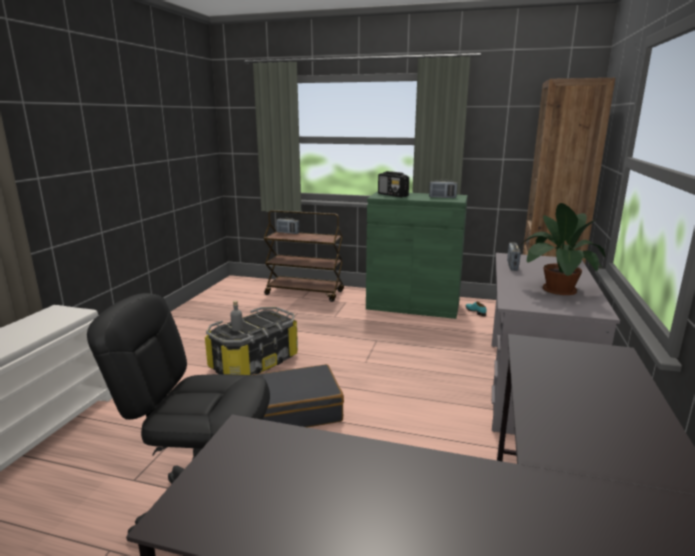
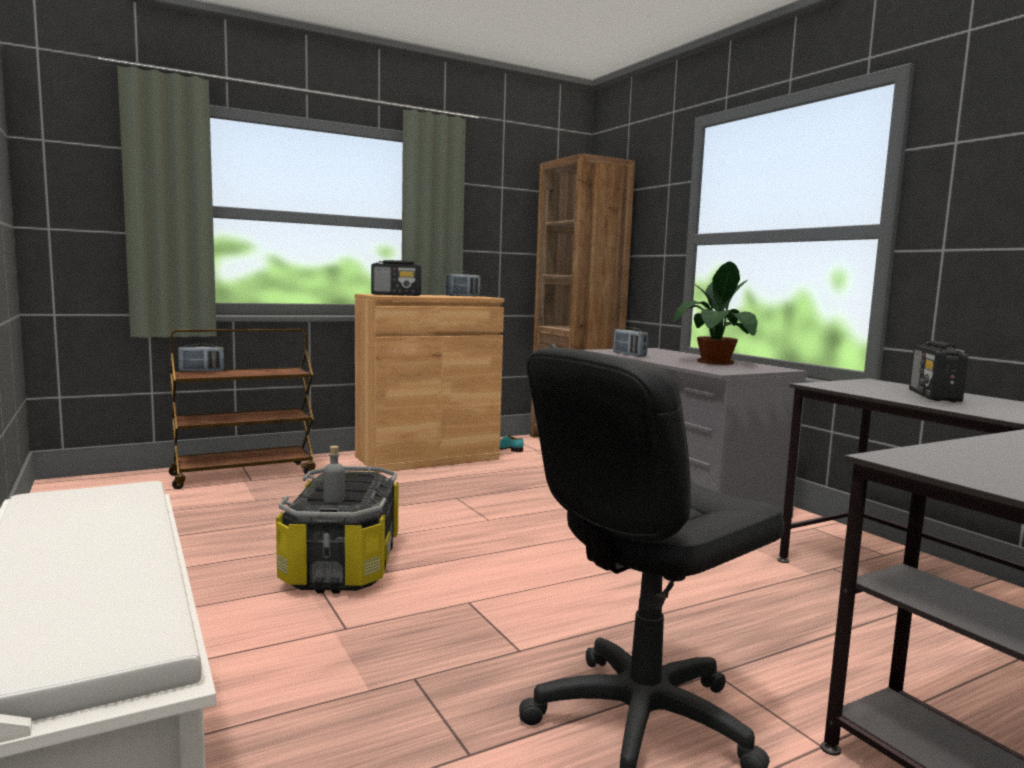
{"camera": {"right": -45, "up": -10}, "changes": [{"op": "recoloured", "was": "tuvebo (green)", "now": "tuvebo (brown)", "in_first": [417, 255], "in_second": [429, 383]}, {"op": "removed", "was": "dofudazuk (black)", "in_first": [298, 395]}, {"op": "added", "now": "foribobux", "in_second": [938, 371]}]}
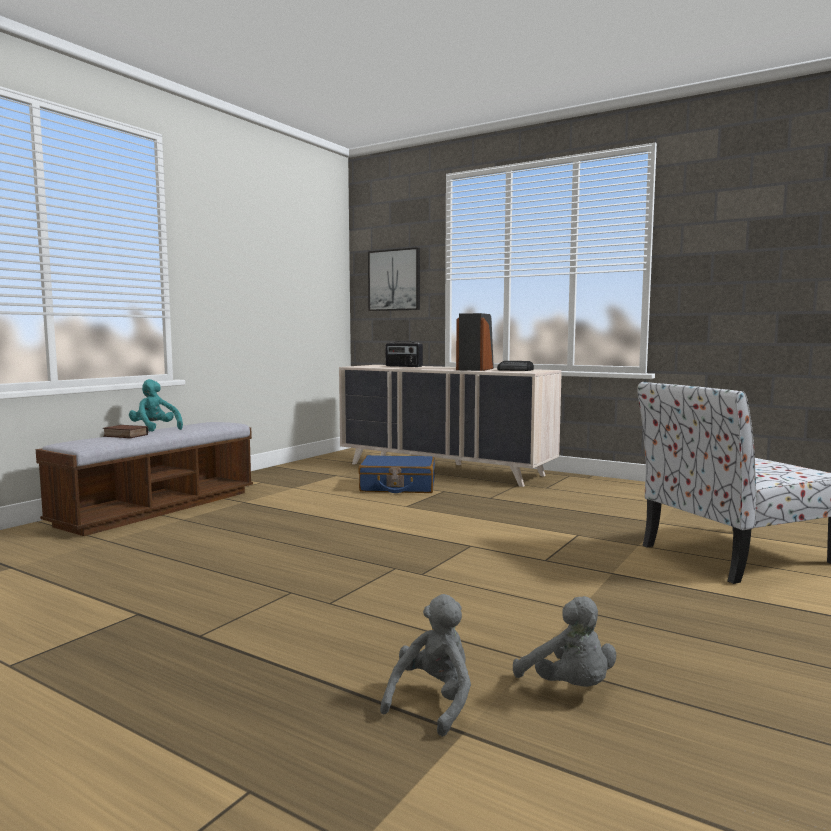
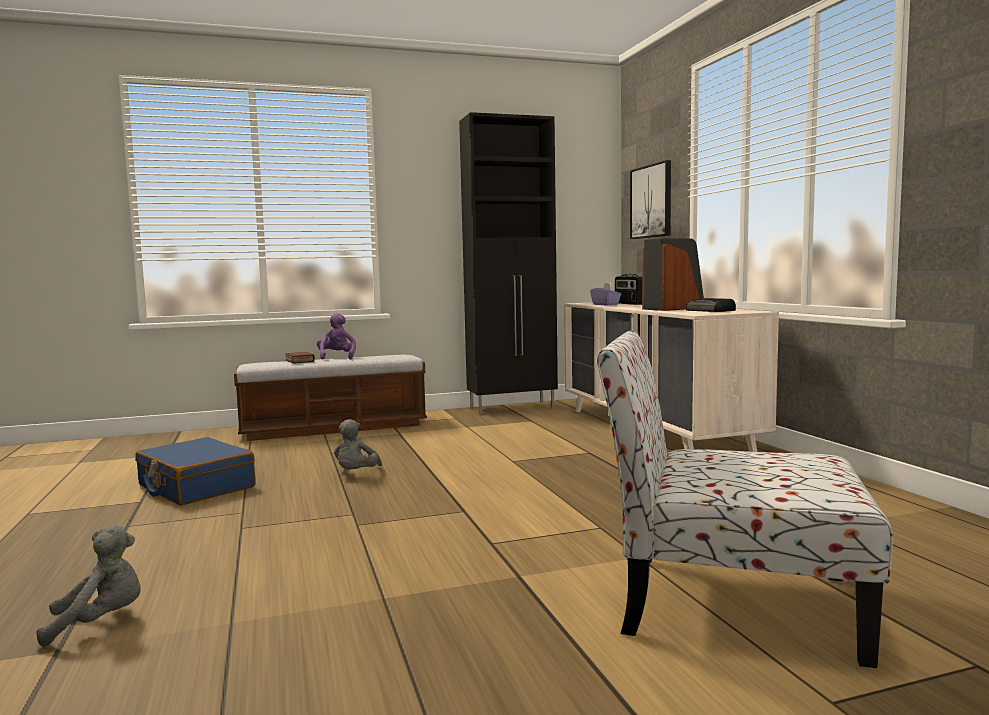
{"camera": {"right": 40, "up": 0}, "changes": [{"op": "recoloured", "was": "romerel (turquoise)", "now": "romerel (purple)", "in_first": [156, 405], "in_second": [336, 336]}, {"op": "moved", "was": "dofudazuk (blue)", "in_first": [396, 474], "in_second": [195, 471]}, {"op": "moved", "was": "romerel (grey)", "in_first": [564, 641], "in_second": [358, 444]}, {"op": "added", "now": "tuvebo (black)", "in_second": [508, 263]}, {"op": "added", "now": "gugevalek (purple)", "in_second": [605, 293]}]}
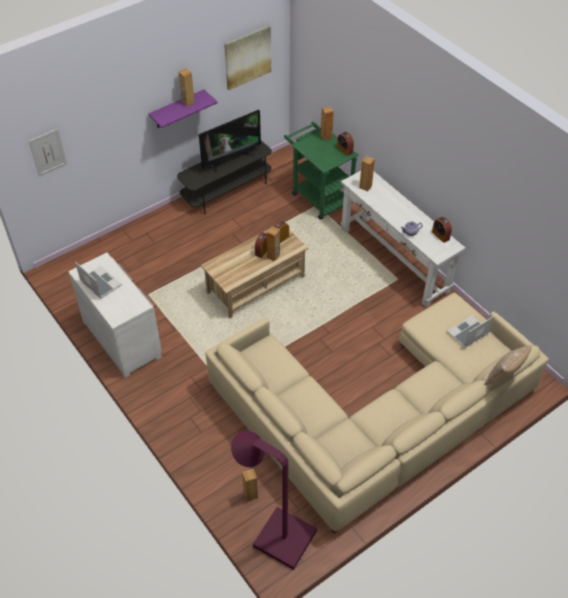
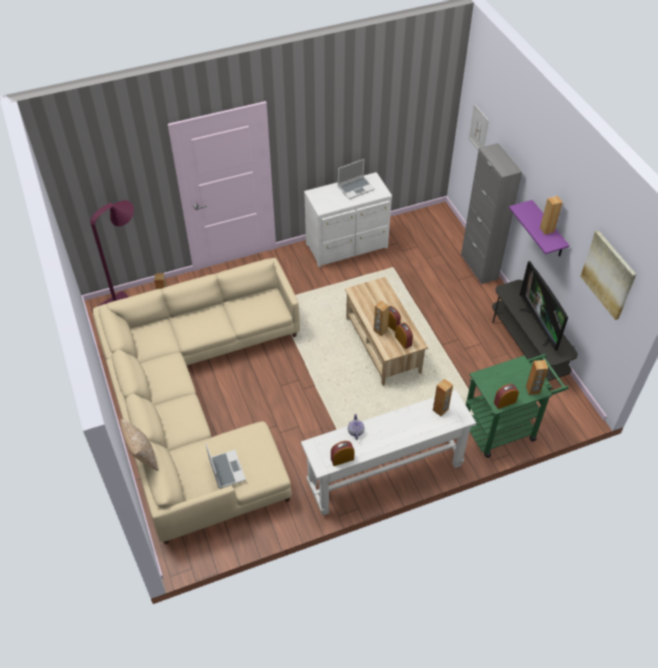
{"camera": {"right": 105, "up": 0}, "changes": [{"op": "added", "now": "tuvebo (grey)", "in_second": [491, 213]}]}
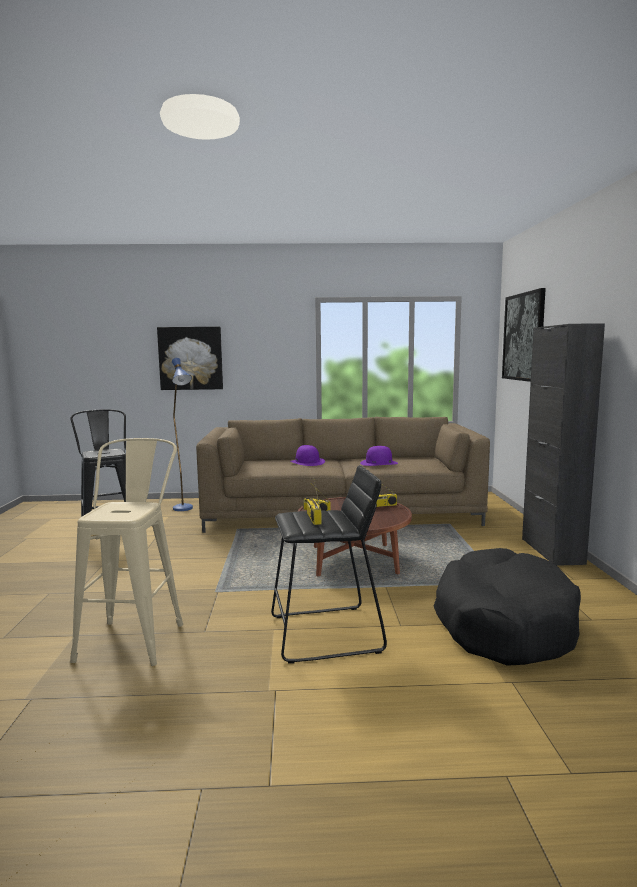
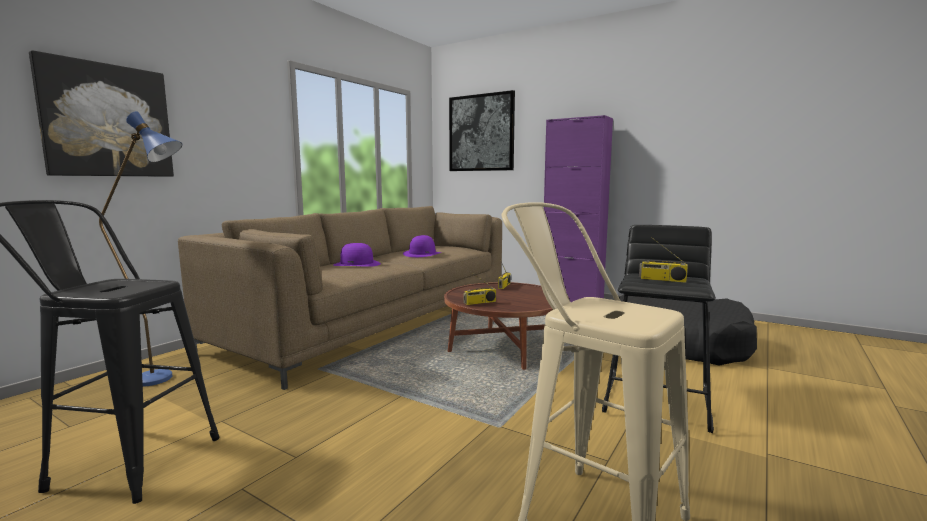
{"camera": {"right": -55, "up": 0}, "changes": [{"op": "recoloured", "was": "tuvebo (black)", "now": "tuvebo (purple)", "in_first": [563, 444], "in_second": [578, 208]}]}
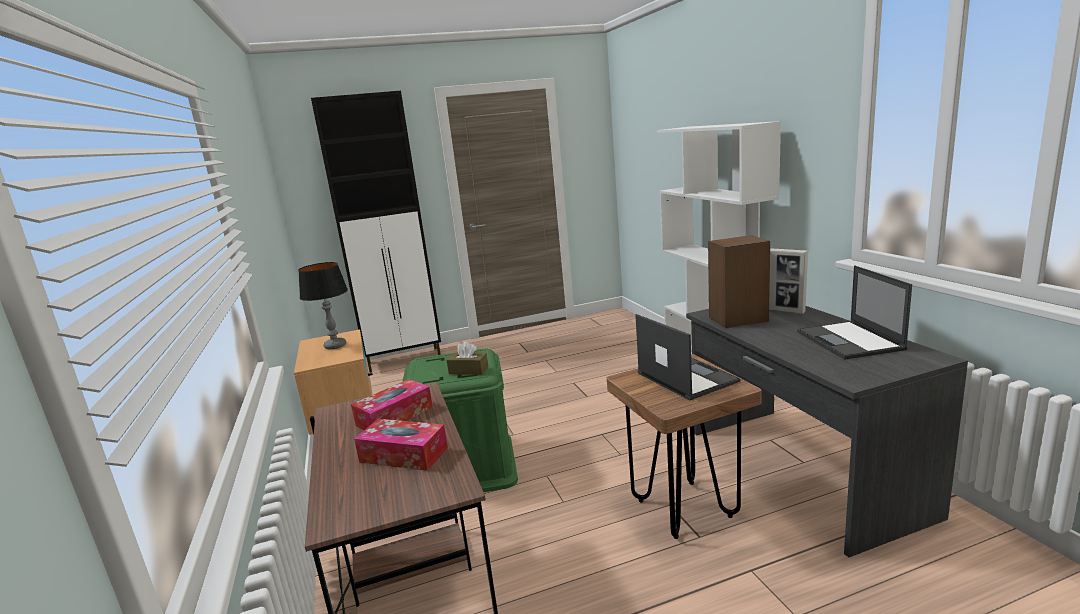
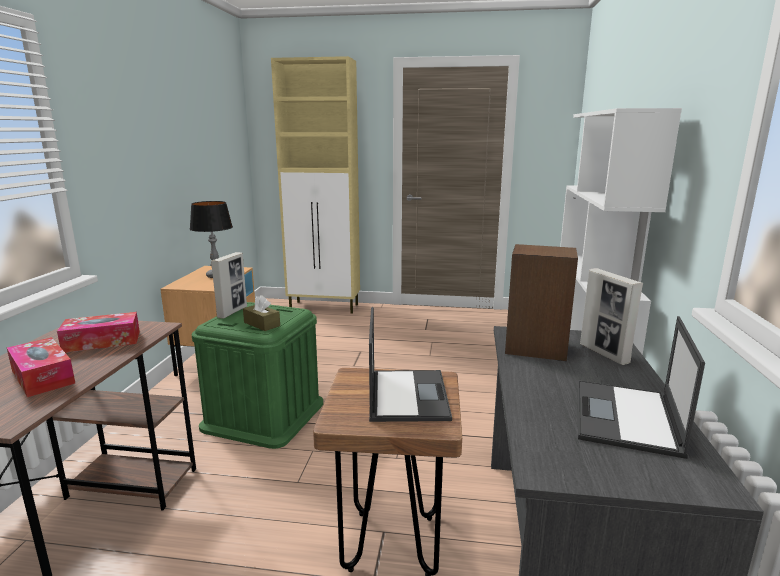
{"camera": {"right": 25, "up": 0}, "changes": [{"op": "recoloured", "was": "tuvebo (black)", "now": "tuvebo (beige)", "in_first": [376, 232], "in_second": [315, 185]}, {"op": "added", "now": "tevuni", "in_second": [229, 285]}]}
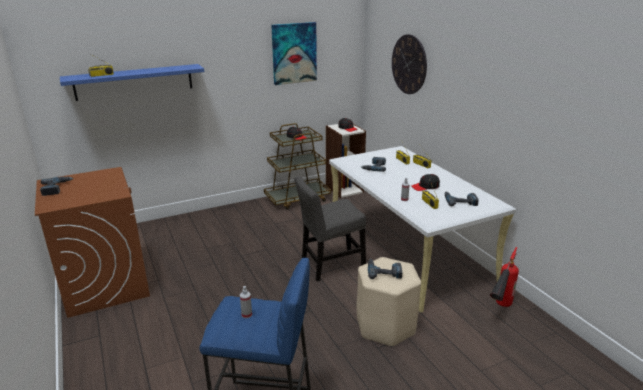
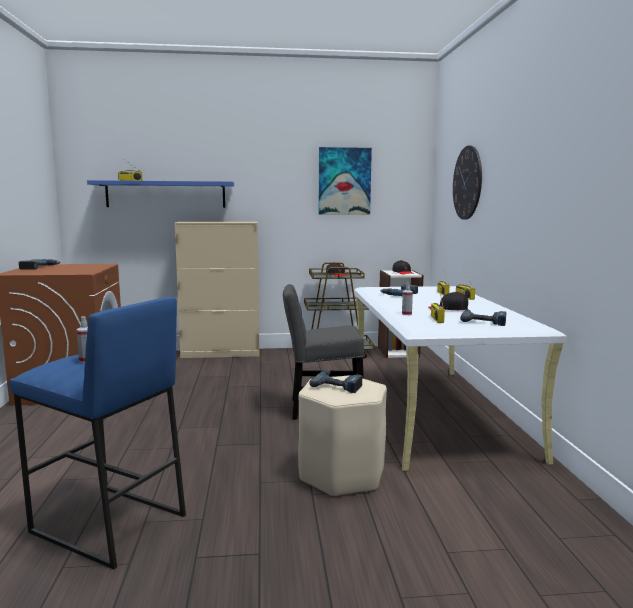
{"camera": {"right": 20, "up": -15}, "changes": [{"op": "removed", "was": "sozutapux", "in_first": [504, 277]}, {"op": "added", "now": "tuvebo (beige)", "in_second": [217, 290]}]}
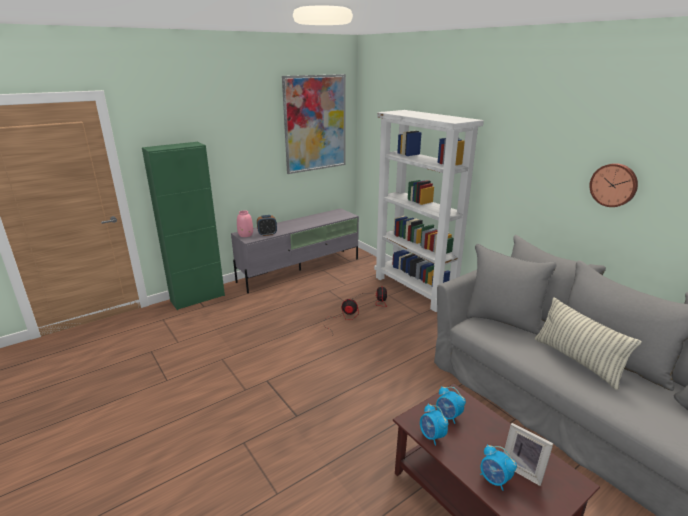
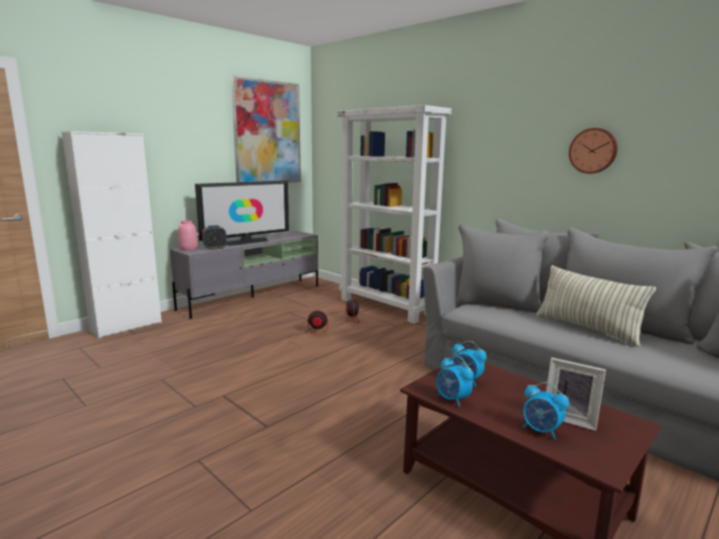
{"camera": {"right": -10, "up": -10}, "changes": [{"op": "recoloured", "was": "tuvebo (green)", "now": "tuvebo (white)", "in_first": [183, 226], "in_second": [112, 234]}, {"op": "added", "now": "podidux", "in_second": [242, 213]}]}
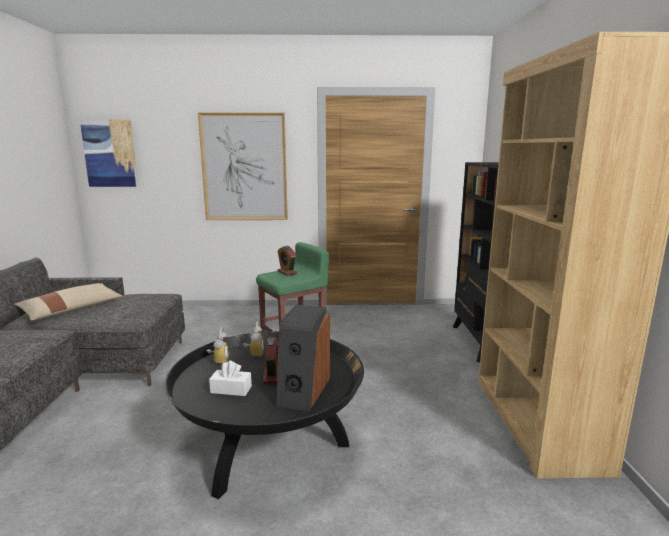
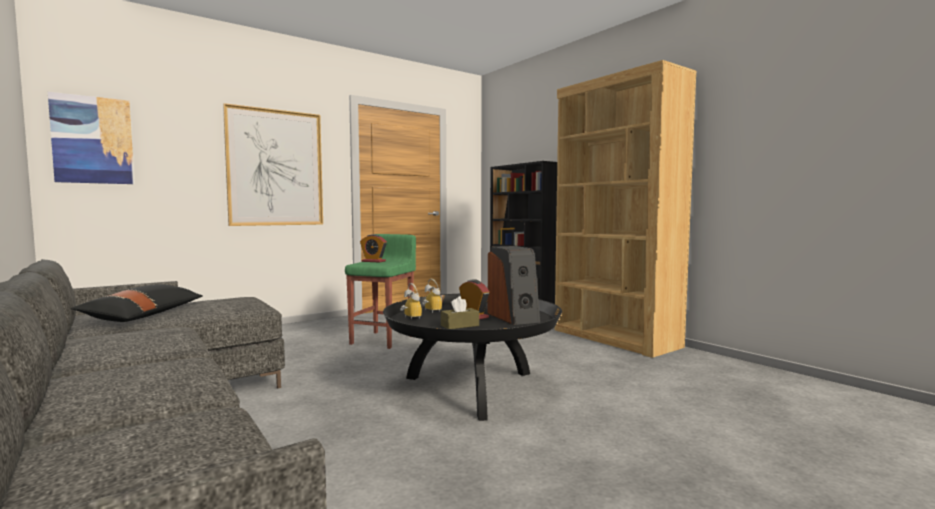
{"camera": {"right": -35, "up": -10}, "changes": [{"op": "recoloured", "was": "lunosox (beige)", "now": "lunosox (black)", "in_first": [68, 301], "in_second": [136, 303]}, {"op": "recoloured", "was": "gugevalek (white)", "now": "gugevalek (brown)", "in_first": [230, 378], "in_second": [460, 312]}]}
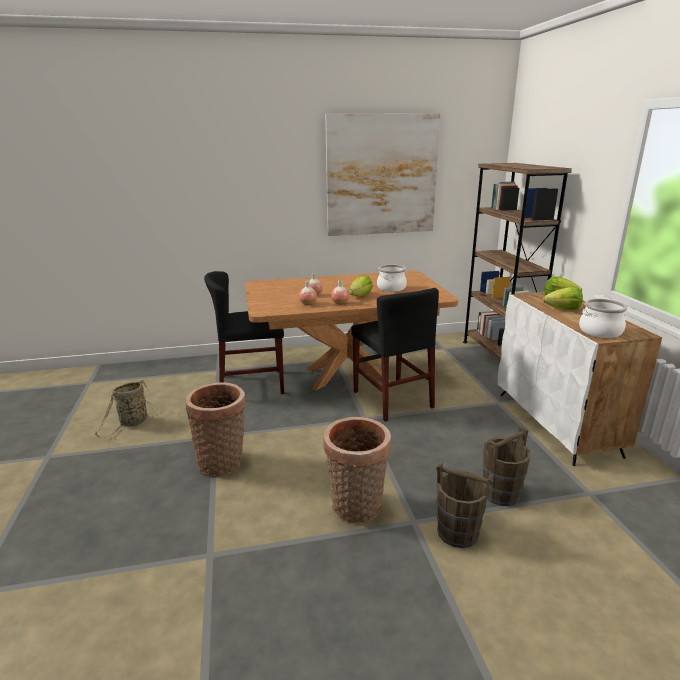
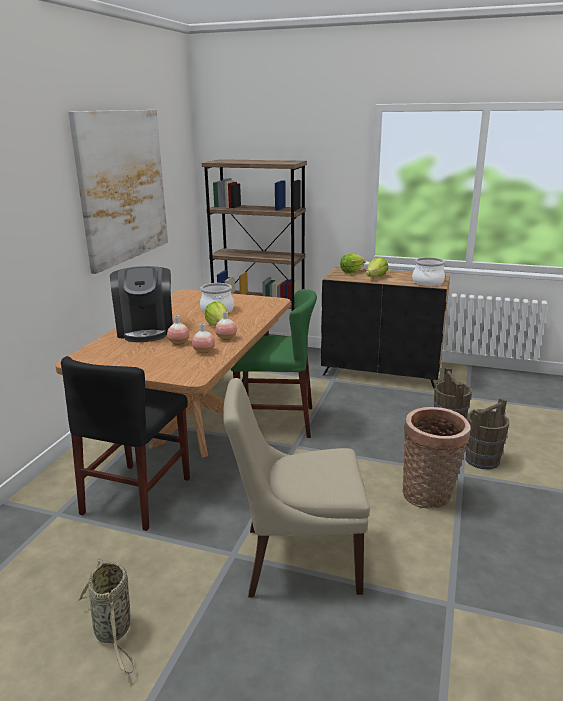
{"camera": {"right": -60, "up": 0}, "changes": [{"op": "recoloured", "was": "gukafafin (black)", "now": "gukafafin (green)", "in_first": [395, 355], "in_second": [274, 363]}, {"op": "recoloured", "was": "tuvebo (white)", "now": "tuvebo (black)", "in_first": [580, 379], "in_second": [385, 327]}, {"op": "replaced", "was": "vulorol", "now": "gukafafin (beige)", "in_first": [216, 429], "in_second": [296, 487]}, {"op": "added", "now": "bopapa", "in_second": [141, 304]}]}
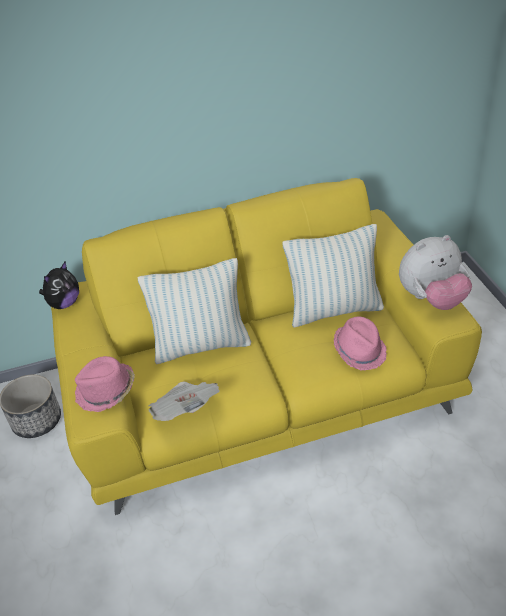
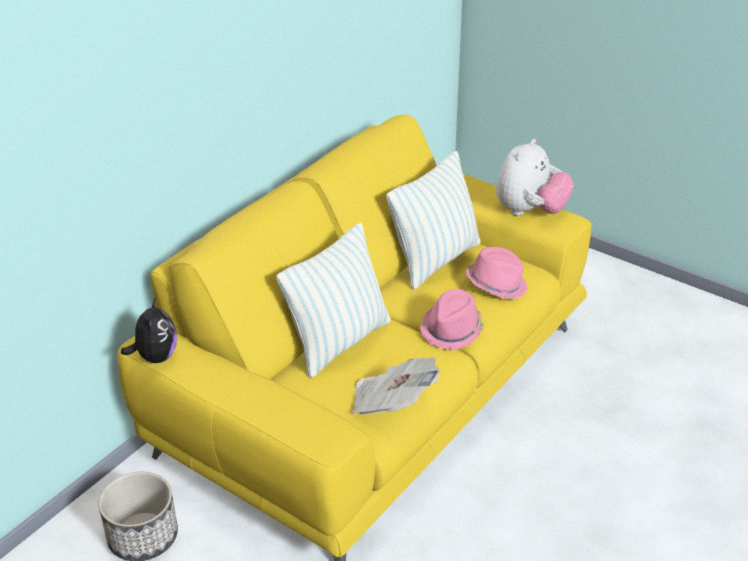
{"camera": {"right": -40, "up": -5}, "changes": [{"op": "moved", "was": "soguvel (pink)", "in_first": [105, 384], "in_second": [452, 319]}]}
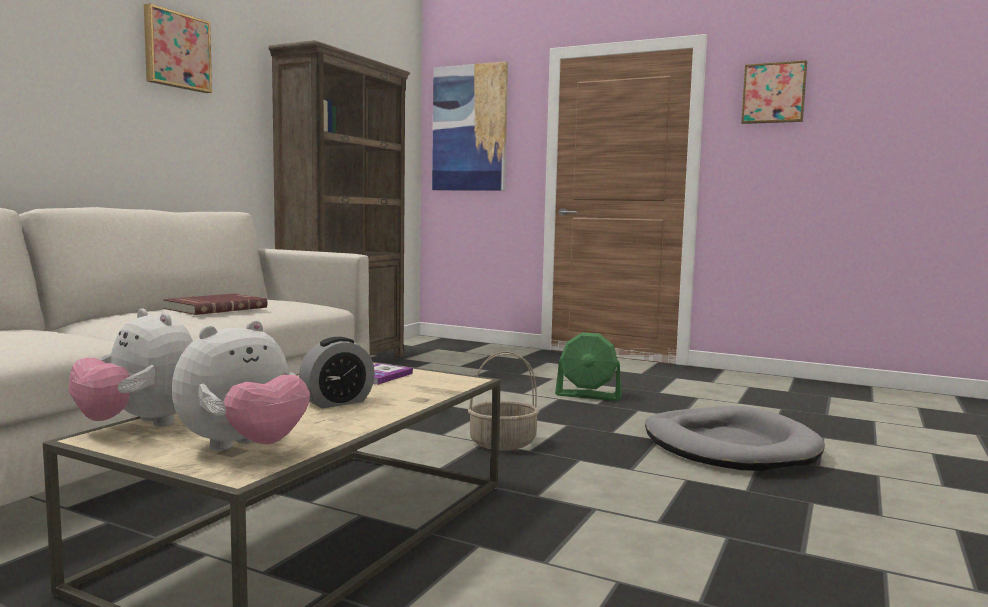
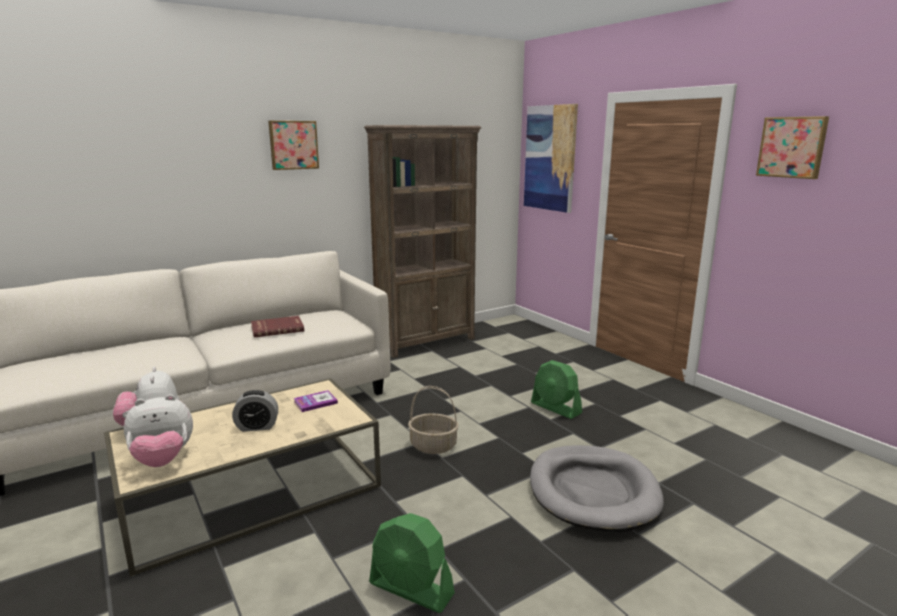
{"camera": {"right": 30, "up": 10}, "changes": [{"op": "added", "now": "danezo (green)", "in_second": [412, 563]}]}
